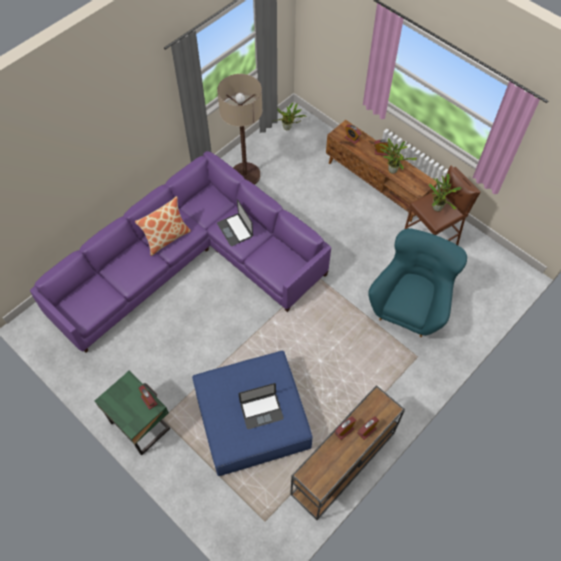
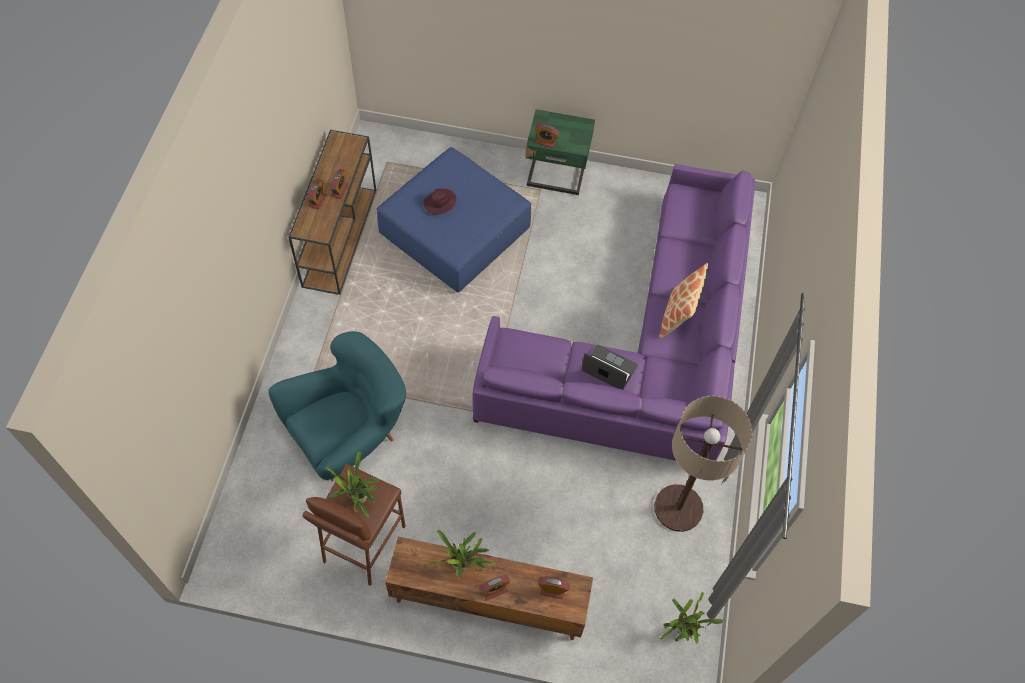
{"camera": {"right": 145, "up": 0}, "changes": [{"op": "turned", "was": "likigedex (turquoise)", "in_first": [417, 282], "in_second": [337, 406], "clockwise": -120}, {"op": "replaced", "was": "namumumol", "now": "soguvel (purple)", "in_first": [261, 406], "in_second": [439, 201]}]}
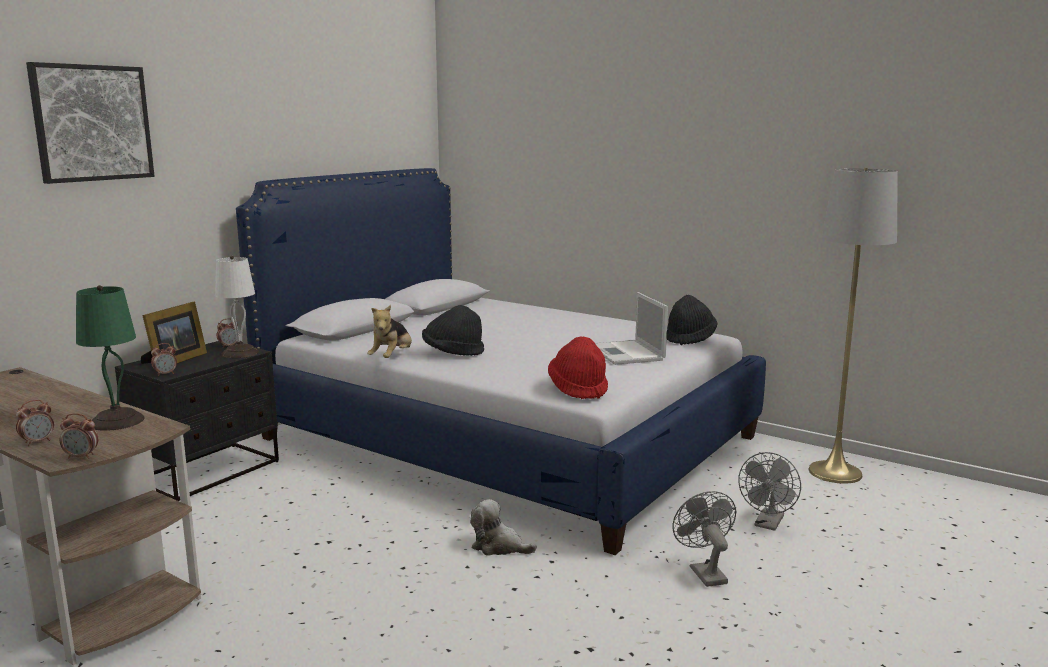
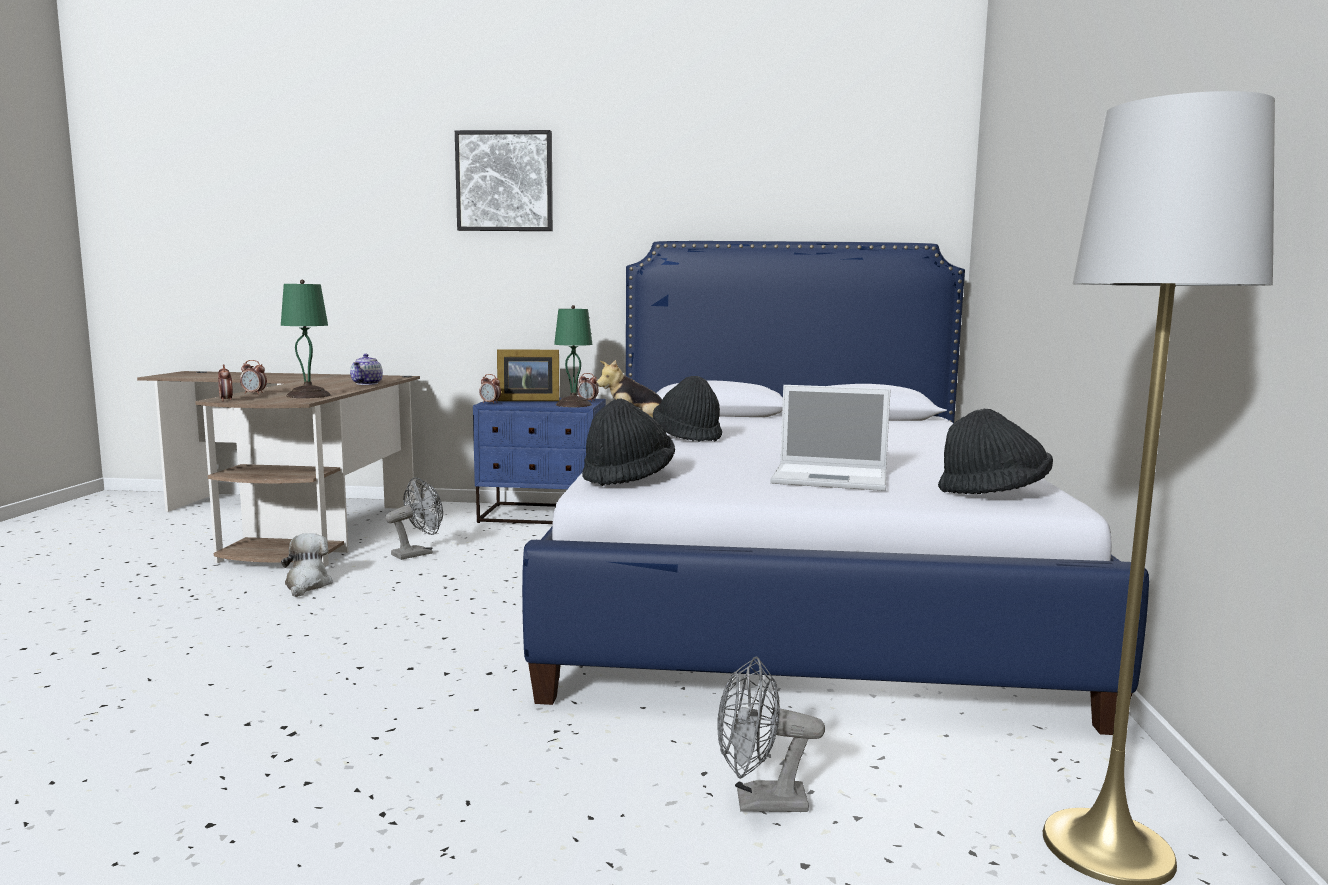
{"camera": {"right": 60, "up": -5}, "changes": [{"op": "recoloured", "was": "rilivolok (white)", "now": "rilivolok (green)", "in_first": [237, 307], "in_second": [573, 356]}, {"op": "turned", "was": "namumumol", "in_first": [631, 328], "in_second": [830, 438], "clockwise": -120}, {"op": "recoloured", "was": "soguvel (red)", "now": "soguvel (black)", "in_first": [578, 367], "in_second": [628, 442]}, {"op": "recoloured", "was": "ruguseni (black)", "now": "ruguseni (blue)", "in_first": [197, 421], "in_second": [539, 461]}, {"op": "moved", "was": "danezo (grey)", "in_first": [704, 539], "in_second": [414, 518]}, {"op": "moved", "was": "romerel", "in_first": [503, 527], "in_second": [307, 565]}, {"op": "added", "now": "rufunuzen", "in_second": [366, 369]}]}
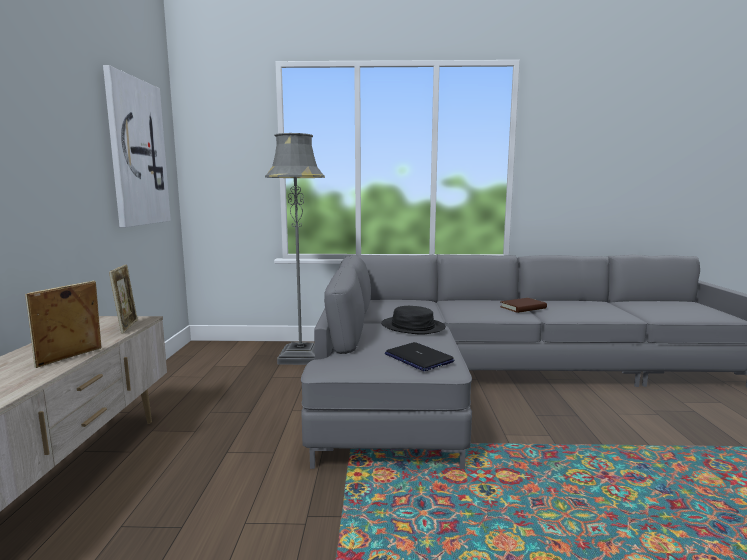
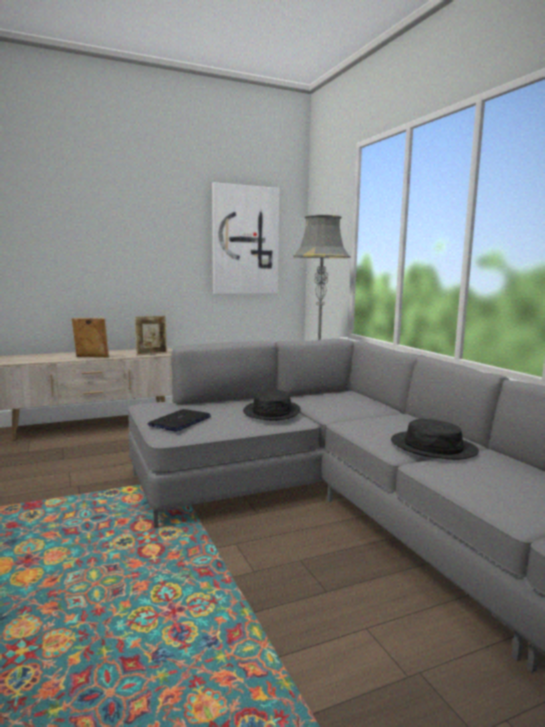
{"camera": {"right": 65, "up": 0}, "changes": [{"op": "replaced", "was": "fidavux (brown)", "now": "soguvel (black)", "in_first": [523, 305], "in_second": [435, 439]}]}
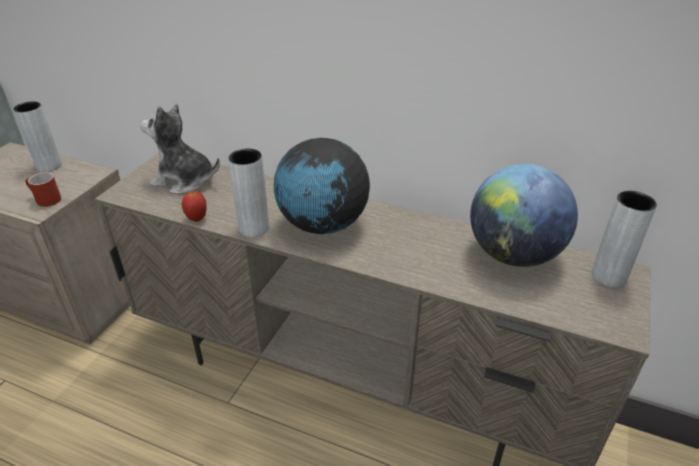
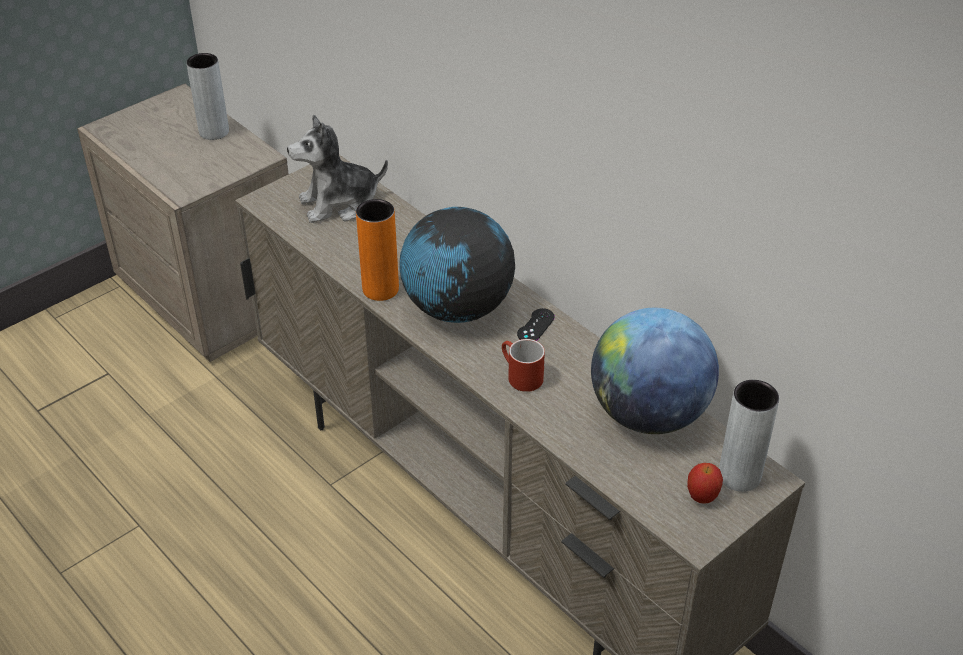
{"camera": {"right": 25, "up": 5}, "changes": [{"op": "turned", "was": "romerel", "in_first": [180, 149], "in_second": [337, 168], "clockwise": -60}, {"op": "recoloured", "was": "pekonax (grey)", "now": "pekonax (orange)", "in_first": [248, 192], "in_second": [377, 250]}, {"op": "moved", "was": "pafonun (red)", "in_first": [43, 189], "in_second": [523, 365]}, {"op": "moved", "was": "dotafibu", "in_first": [194, 206], "in_second": [705, 483]}, {"op": "added", "now": "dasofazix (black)", "in_second": [536, 324]}]}
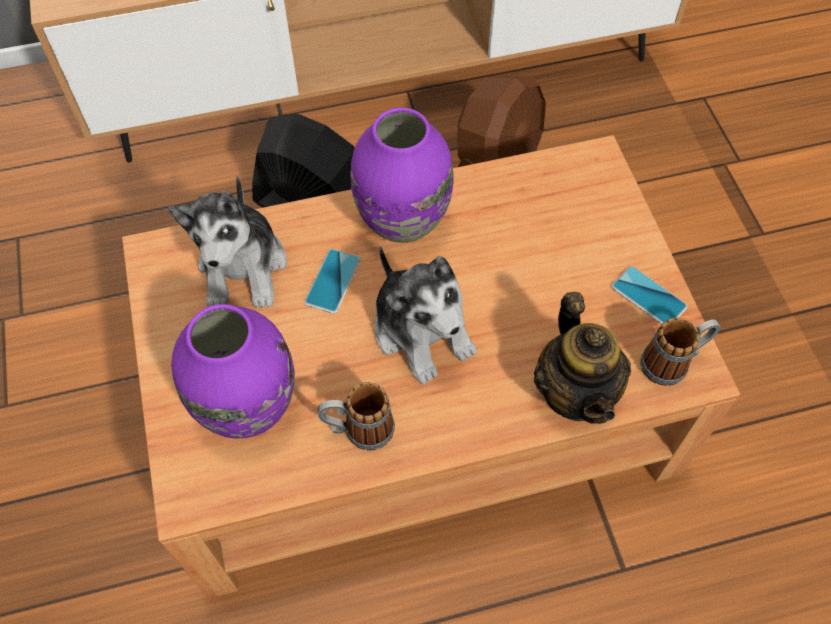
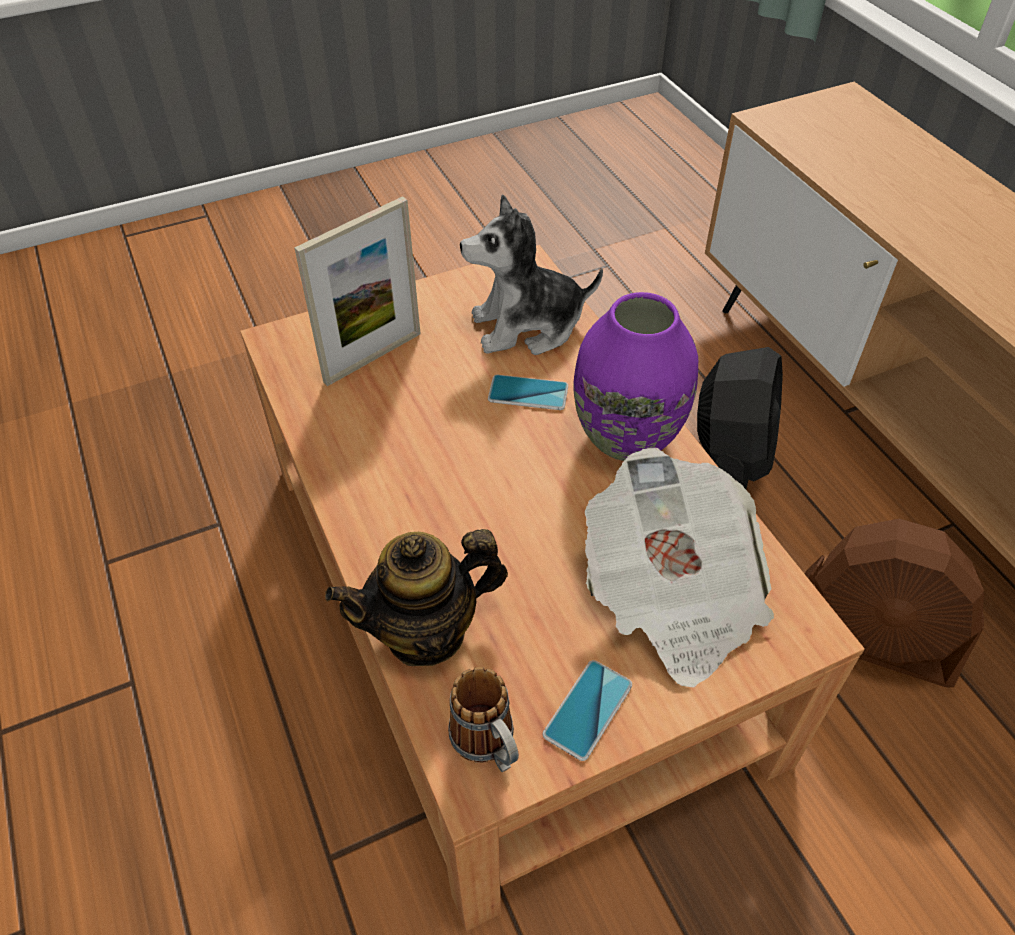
{"camera": {"right": 80, "up": -10}, "changes": [{"op": "removed", "was": "romerel", "in_first": [425, 315]}, {"op": "replaced", "was": "pekonax (purple)", "now": "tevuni", "in_first": [232, 371], "in_second": [357, 291]}, {"op": "removed", "was": "pafonun", "in_first": [356, 416]}, {"op": "added", "now": "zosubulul", "in_second": [679, 567]}]}
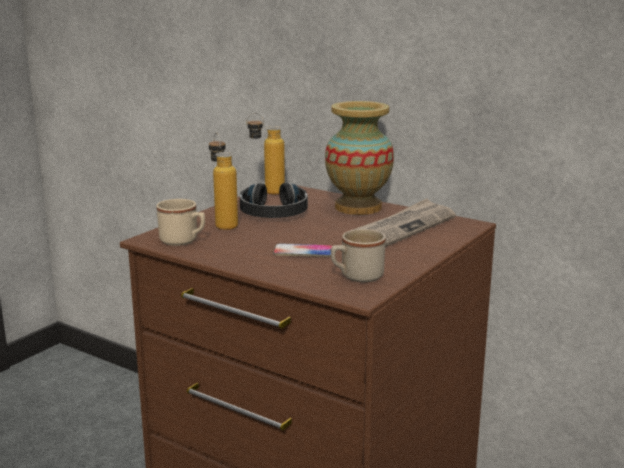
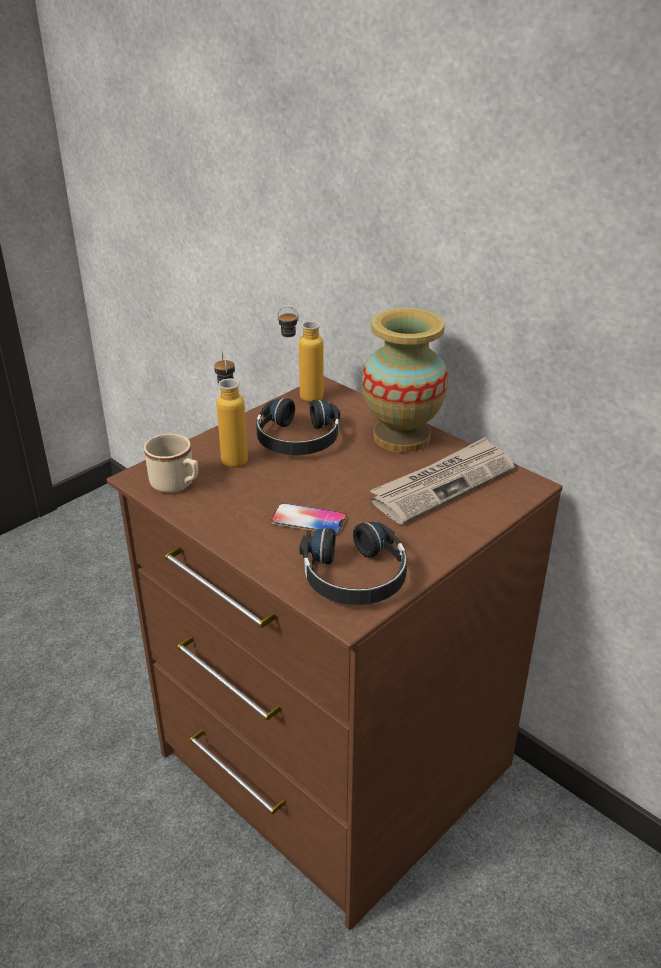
{"camera": {"right": 10, "up": 15}, "changes": [{"op": "replaced", "was": "pafonun (beige)", "now": "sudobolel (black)", "in_first": [358, 255], "in_second": [353, 563]}]}
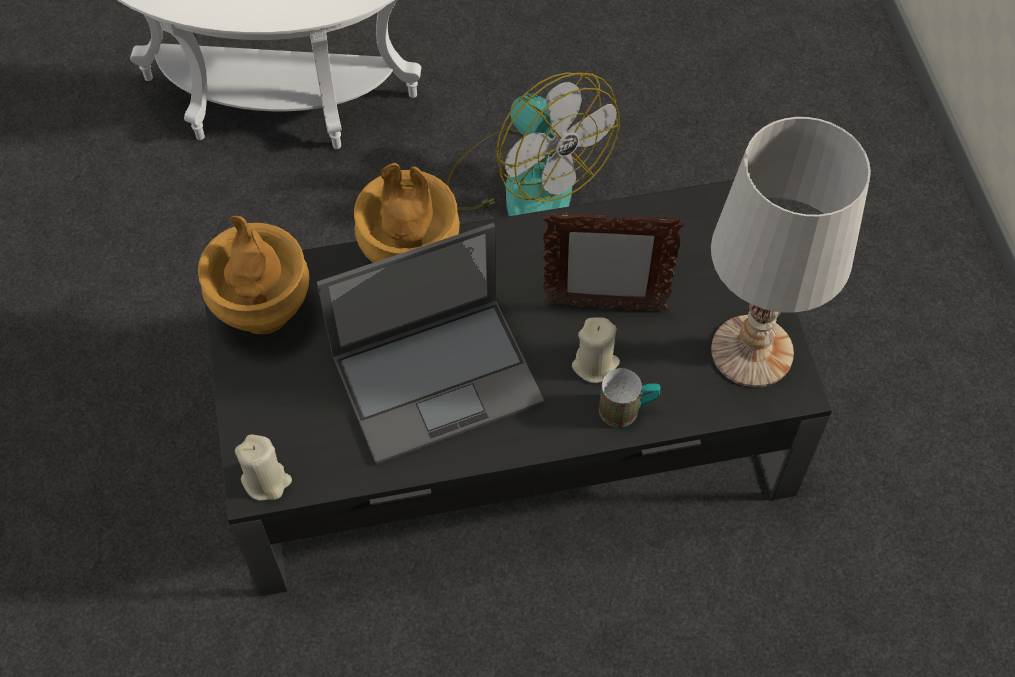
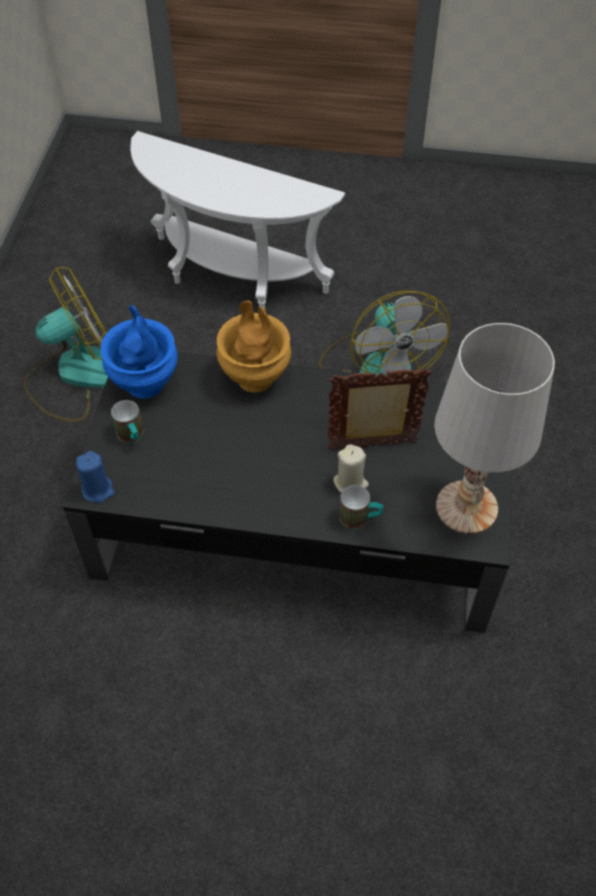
{"camera": {"right": 20, "up": -5}, "changes": [{"op": "turned", "was": "tevuni", "in_first": [613, 261], "in_second": [379, 409], "clockwise": 150}, {"op": "recoloured", "was": "pekonax (brown)", "now": "pekonax (blue)", "in_first": [253, 275], "in_second": [139, 352]}, {"op": "removed", "was": "namumumol", "in_first": [430, 343]}, {"op": "recoloured", "was": "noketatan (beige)", "now": "noketatan (blue)", "in_first": [263, 467], "in_second": [95, 477]}, {"op": "added", "now": "danezo", "in_second": [66, 344]}, {"op": "added", "now": "pafonun", "in_second": [127, 421]}]}
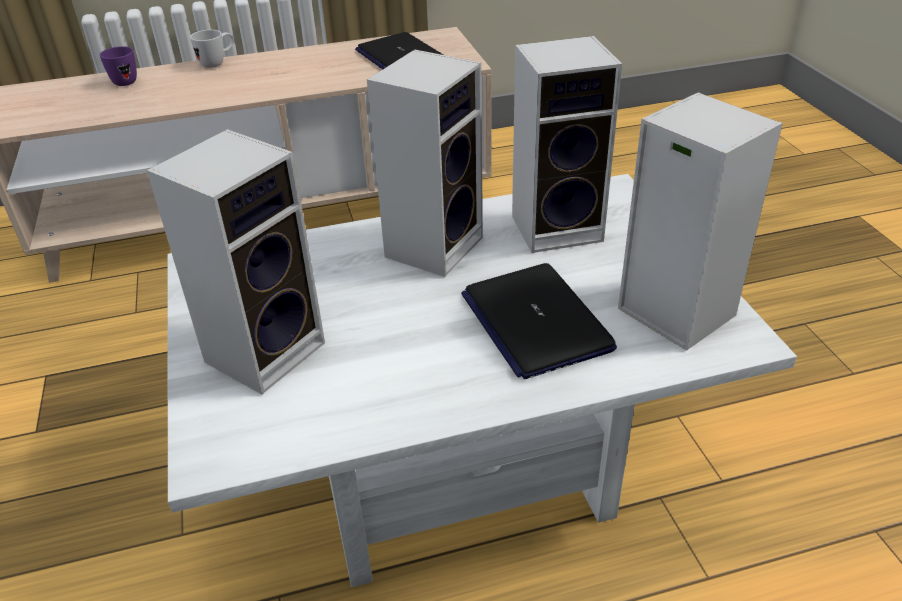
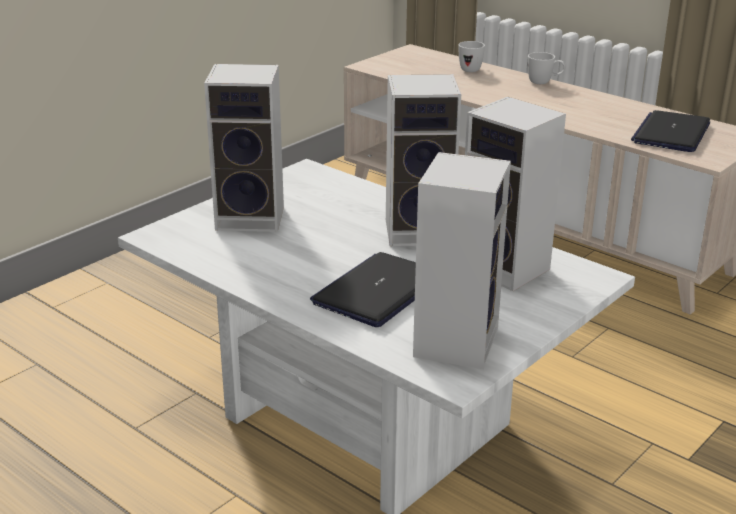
{"camera": {"right": 55, "up": -10}, "changes": [{"op": "recoloured", "was": "pafonun (purple)", "now": "pafonun (white)", "in_first": [118, 66], "in_second": [471, 56]}]}
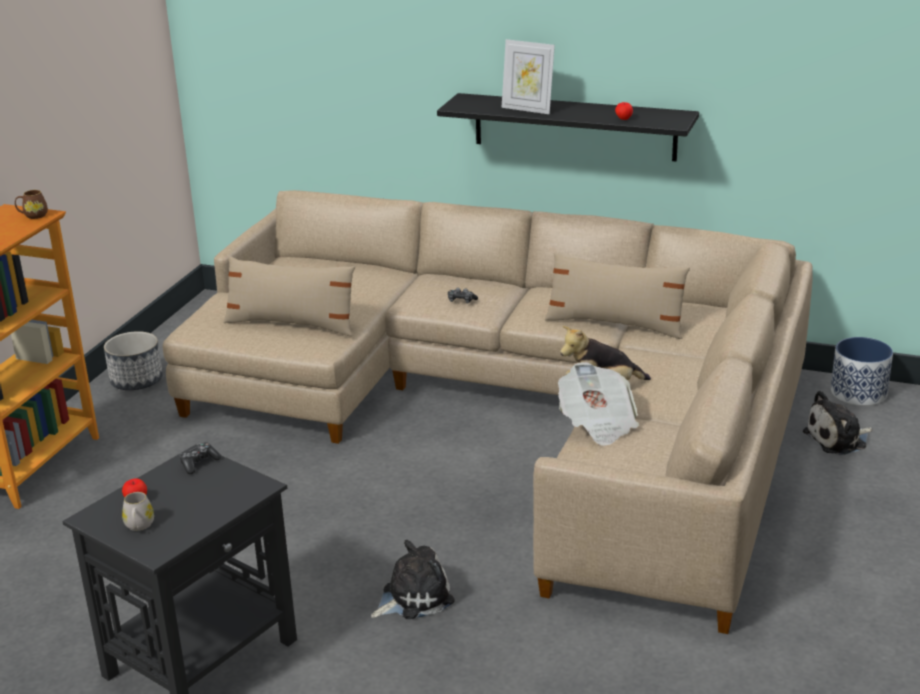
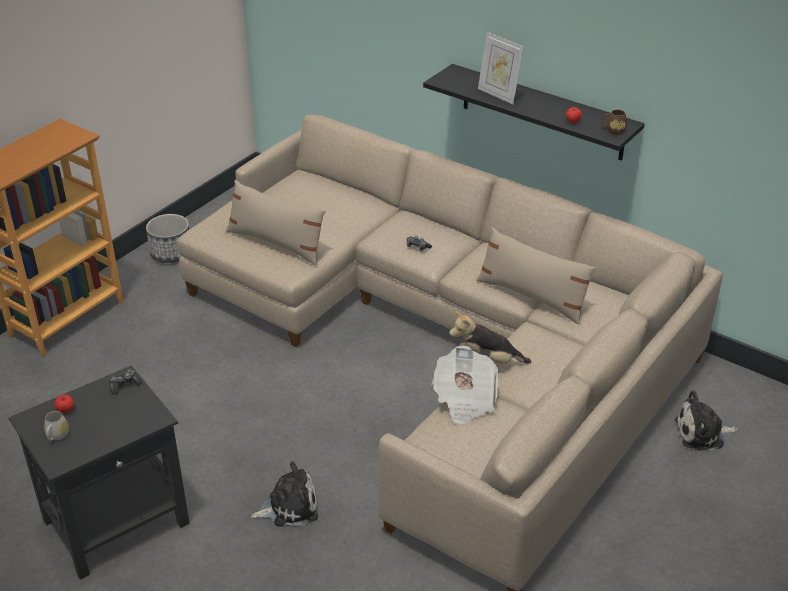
{"camera": {"right": 15, "up": 10}, "changes": [{"op": "moved", "was": "pafonun (brown)", "in_first": [31, 204], "in_second": [614, 121]}, {"op": "removed", "was": "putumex", "in_first": [862, 371]}]}
